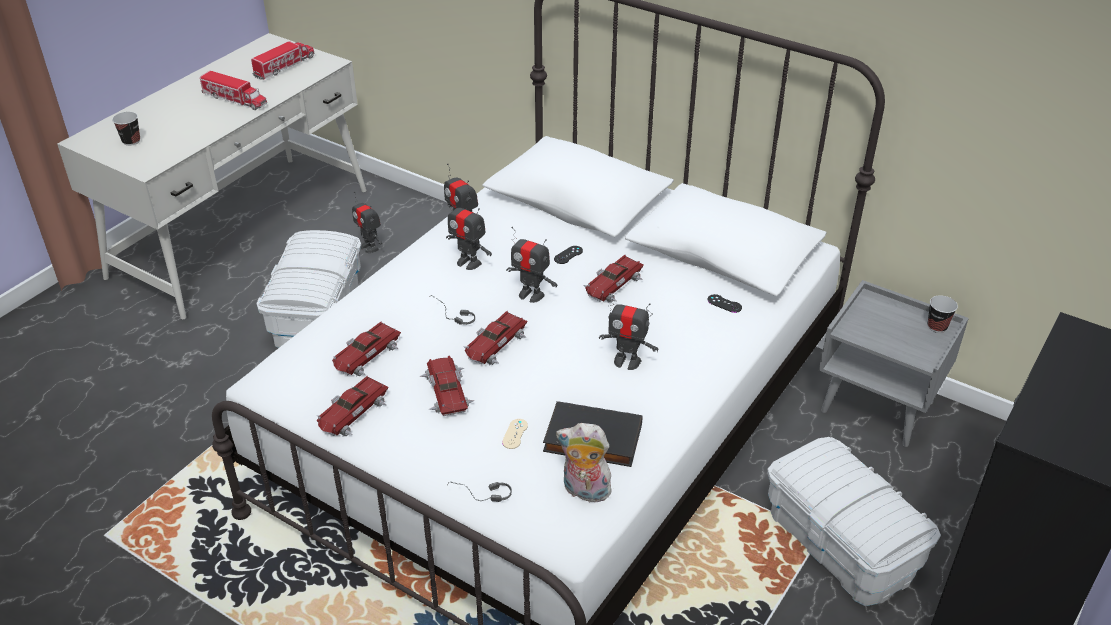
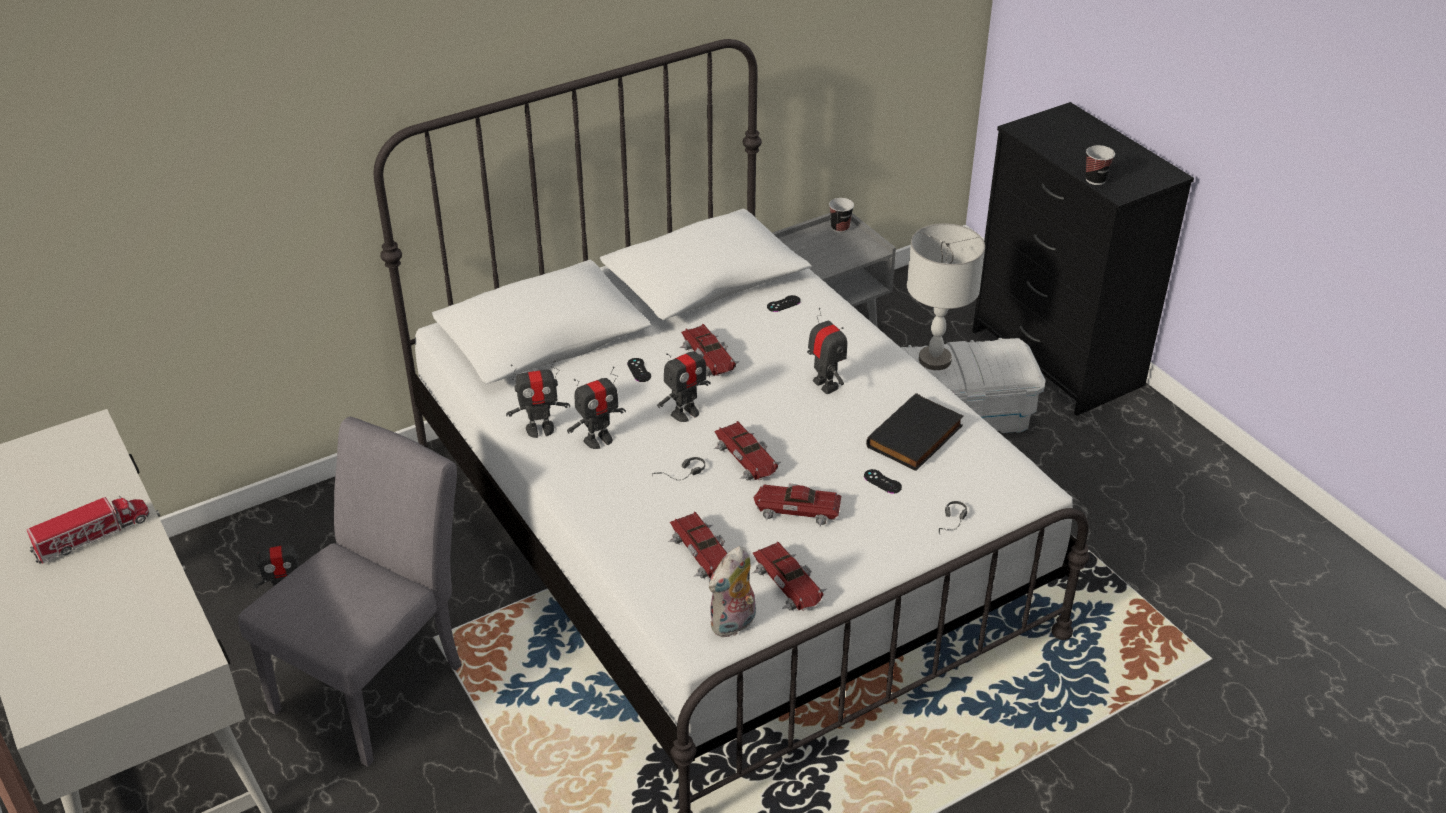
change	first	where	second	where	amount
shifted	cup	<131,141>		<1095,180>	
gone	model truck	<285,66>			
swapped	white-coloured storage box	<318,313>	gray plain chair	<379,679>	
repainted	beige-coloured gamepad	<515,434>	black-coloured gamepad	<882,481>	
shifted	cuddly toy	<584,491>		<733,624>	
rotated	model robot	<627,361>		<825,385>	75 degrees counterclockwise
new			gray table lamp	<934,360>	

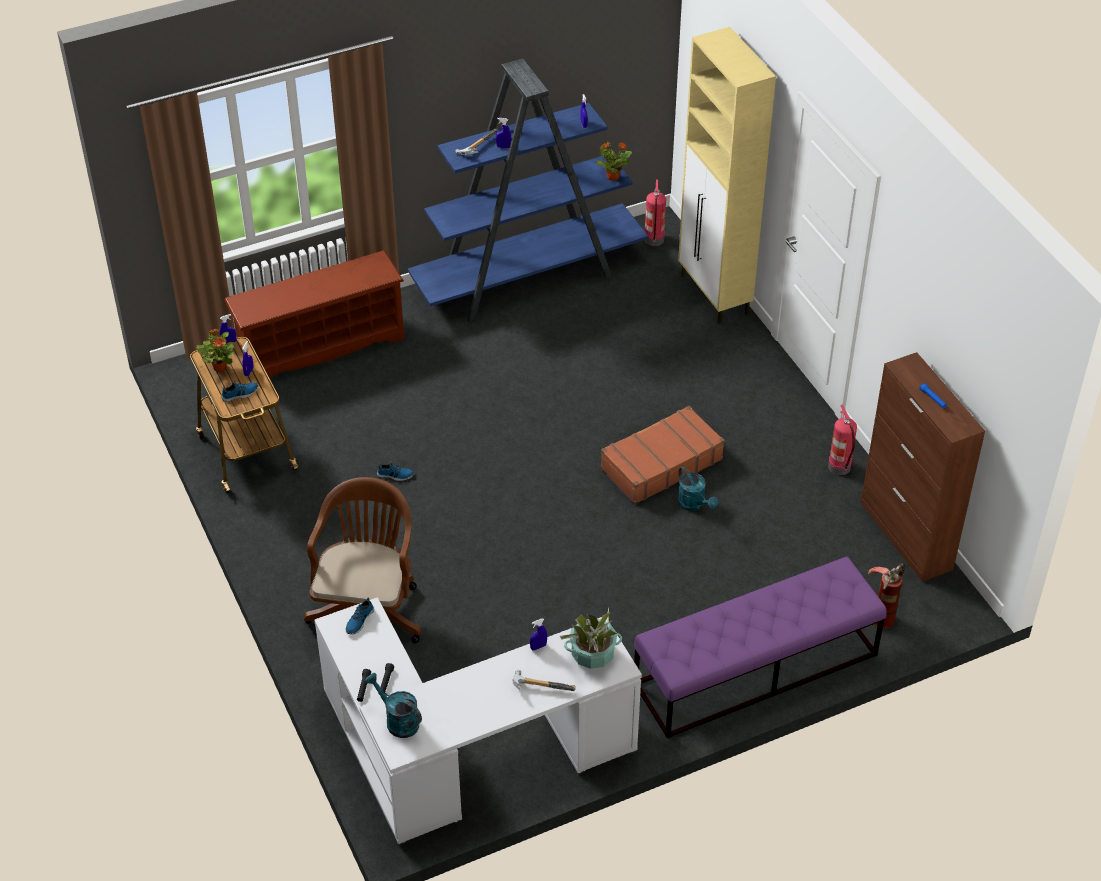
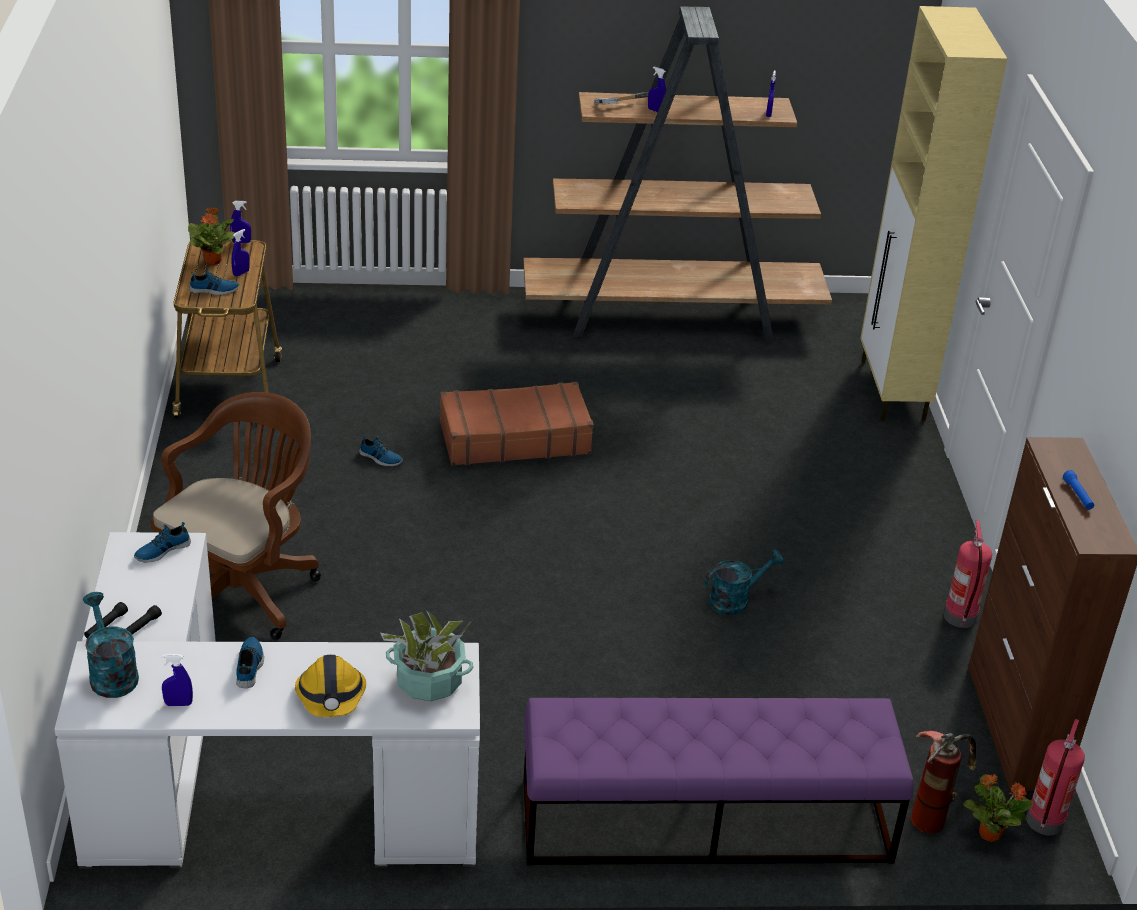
change	first	where	second	where	amount
gone	brownish shoe rack	<321,347>			
repainted	bluish bookshelf	<529,277>	brownish bookshelf	<673,316>	
swapped	hand hammer	<541,685>	safety helmet	<331,696>	
shifted	bluish spray bottle	<538,647>		<178,704>	
shifted	houseplant	<612,177>		<989,833>	
shifted	brownish piece of luggage	<660,464>		<514,438>	
shifted	extinguisher	<654,240>		<1045,822>	
rotated	turquoise watering can	<694,505>		<735,600>	105 degrees counterclockwise
new			low shoe	<250,666>	

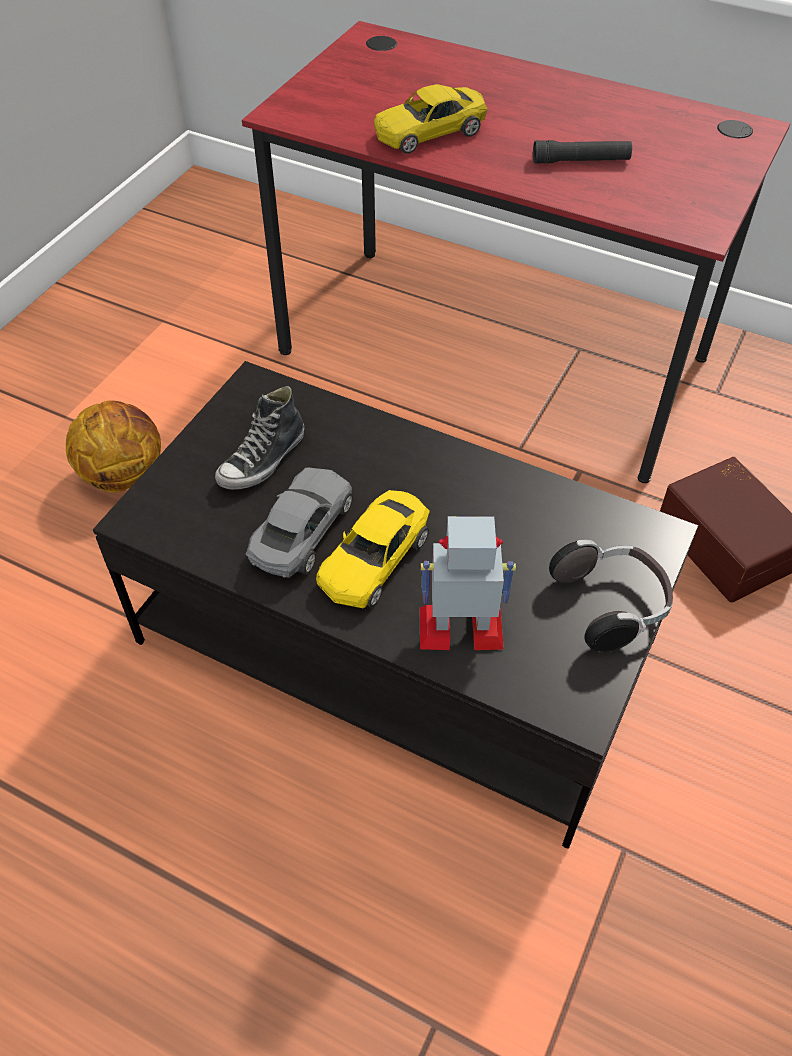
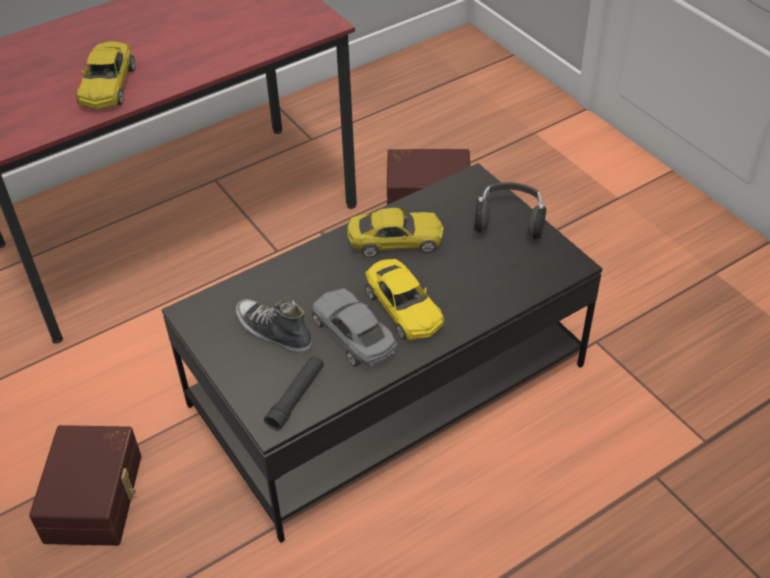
change	first	where	second	where	amount
swapped	basketball	<124,474>	brownish storage box	<96,497>	
rotated	low shoe	<263,460>		<273,332>	150 degrees clockwise
gone	model robot	<462,627>			
shifted	black-coloured torch	<581,161>		<296,397>	
new			yellowish miniature car	<395,240>	

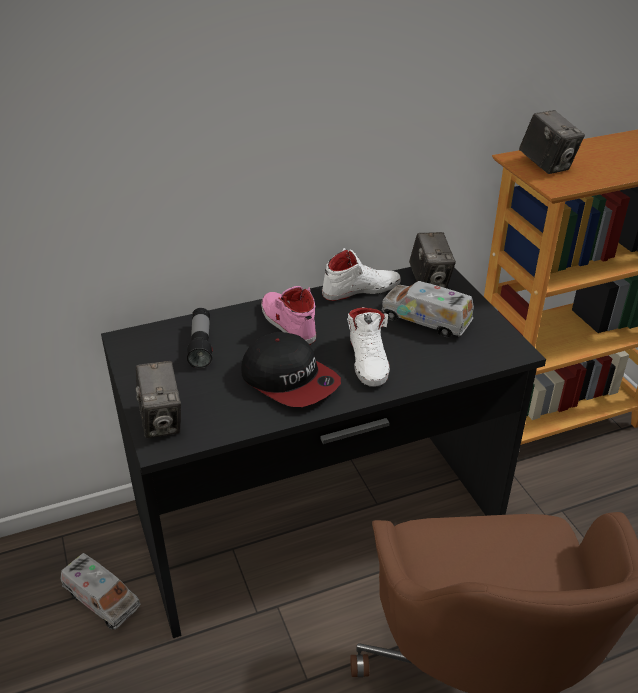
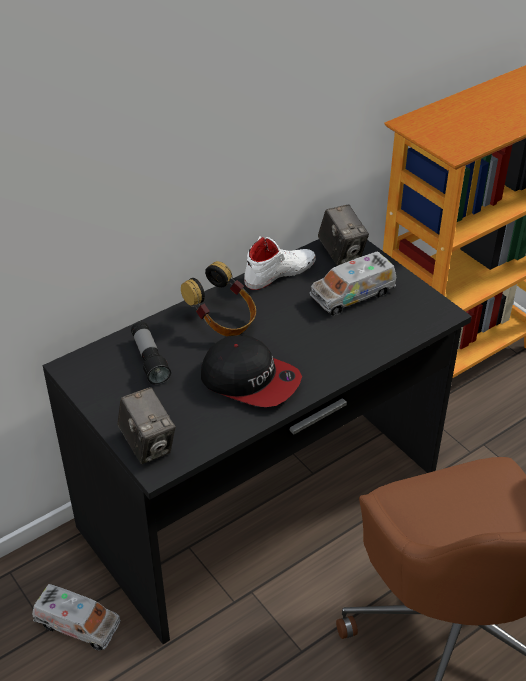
change	first	where	second	where	amount
swapped	pinkish low shoe	<287,323>	pair of headphones	<223,321>	
gone	white-coloured low shoe	<368,360>			
rotated	model truck	<426,320>		<352,295>	45 degrees counterclockwise
gone	still camera	<546,166>			

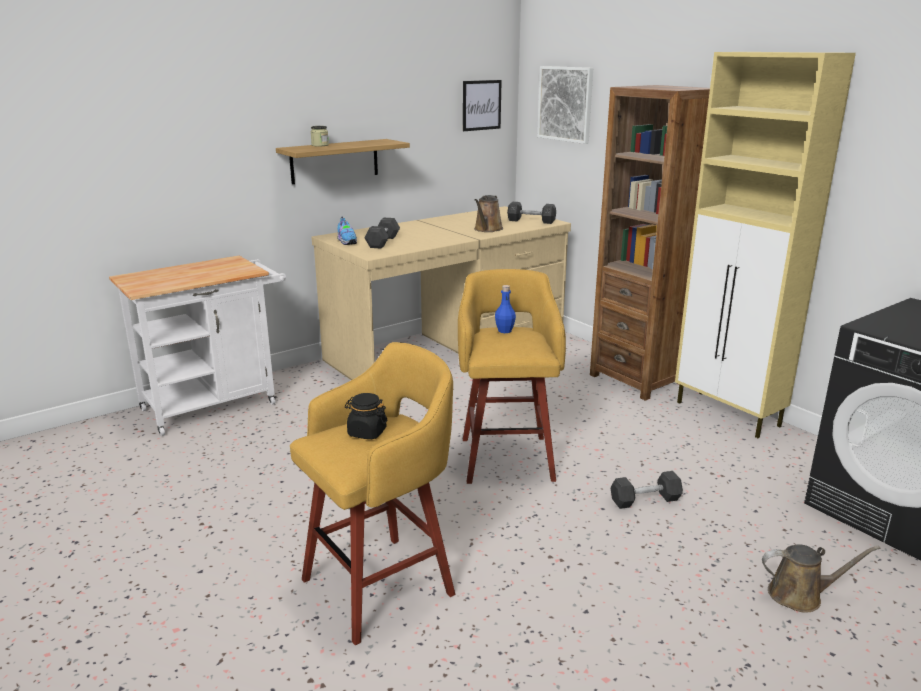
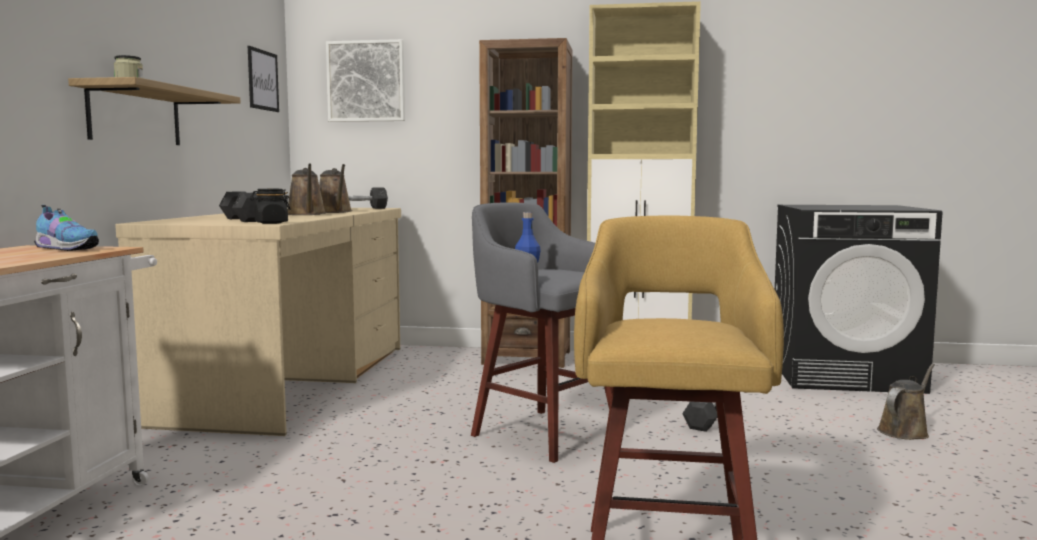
change	first	where	second	where	amount
shifted	low shoe	<347,242>		<67,249>	
shifted	black-coloured preserve jar	<366,432>		<271,223>	
repainted	yellowish sitting stool	<507,457>	gray sitting stool	<543,433>	
new			brownish watering can	<307,214>	

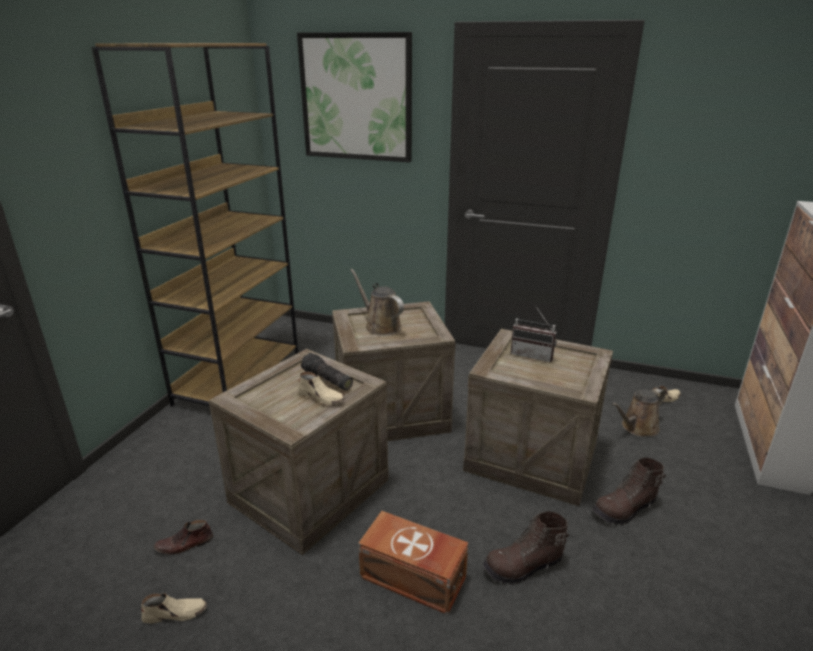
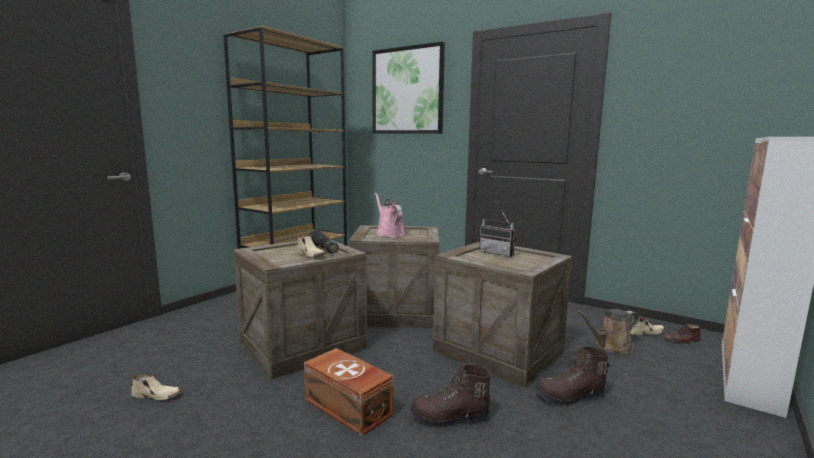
change	first	where	second	where	amount
shifted	brownish low shoe	<184,545>		<682,340>	
repainted	brownish watering can	<380,326>	pinkish watering can	<389,233>	

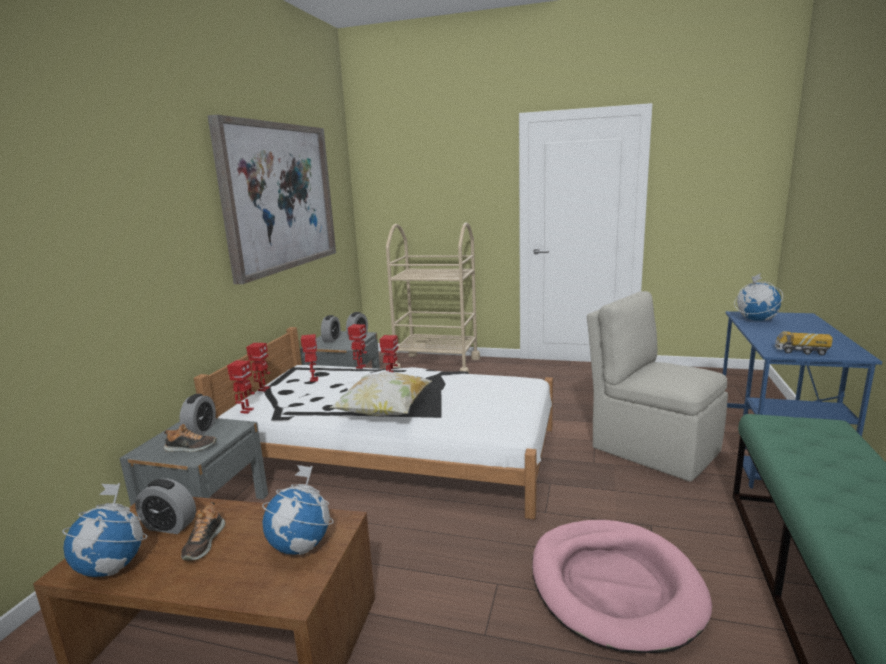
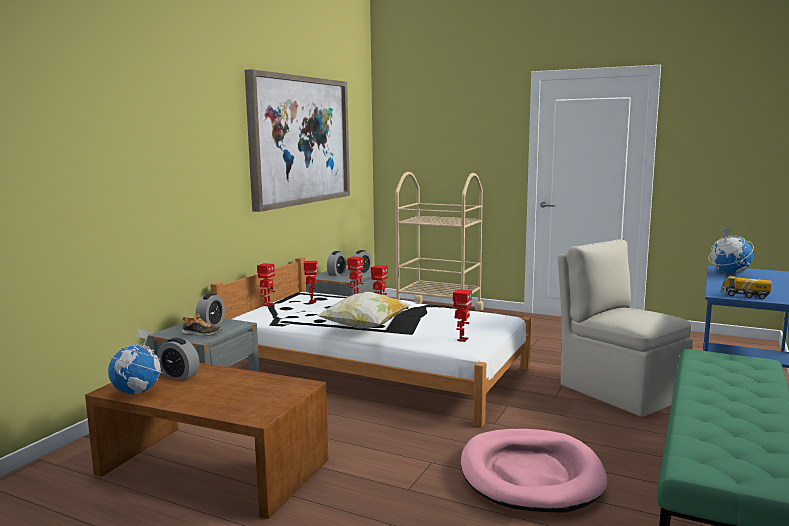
change	first	where	second	where	amount
gone	low shoe	<203,543>			
shifted	model robot	<246,411>		<462,339>	
gone	desk globe	<301,546>			

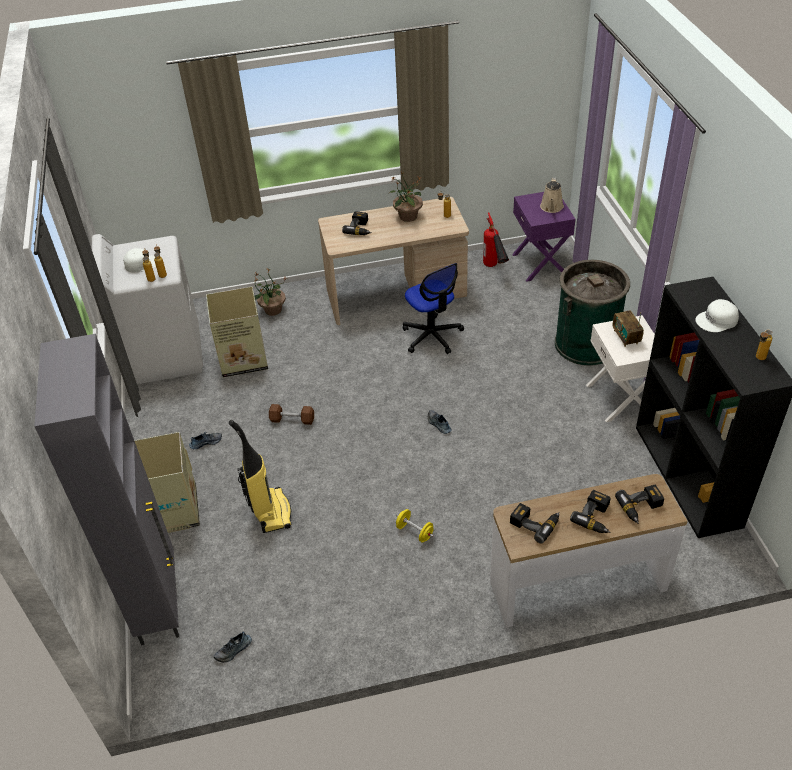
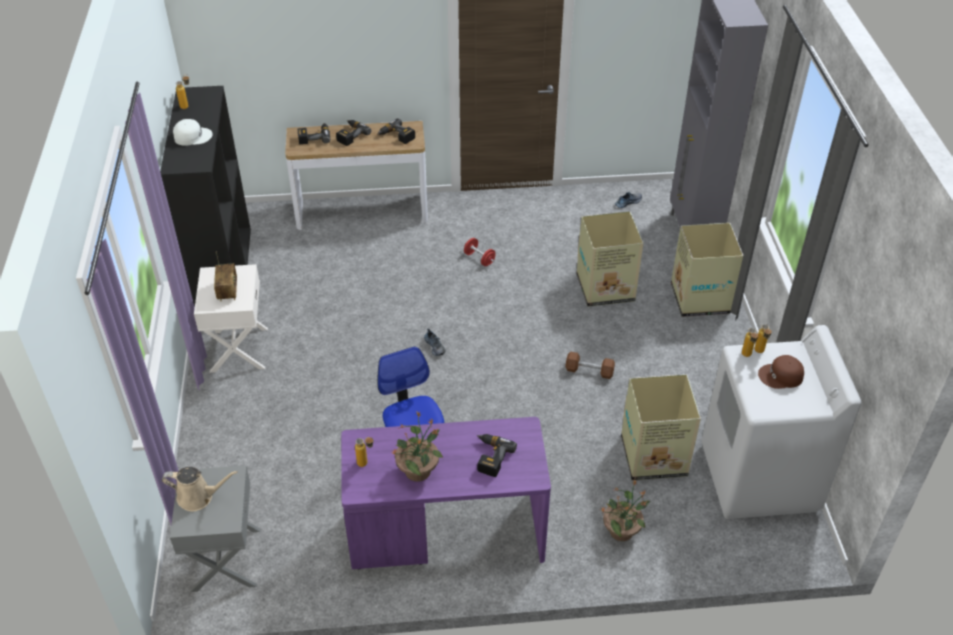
change	first	where	second	where	amount
repainted	white-coloured baseball cap	<141,263>	brownish baseball cap	<781,376>	
gone	low shoe	<206,442>			
swapped	vacuum cleaner	<271,511>	cardboard box	<606,288>	
repainted	beige-coloured desk unit	<396,294>	purplish desk unit	<446,533>	
repainted	yellowish free weight	<415,532>	red free weight	<479,259>	
gone	extinguisher	<494,270>			
repainted	purplish bedside table	<540,264>	gray bedside table	<224,559>	
rotated	beige-coloured watering can	<551,208>		<199,497>	75 degrees clockwise
gone	green-coloured rubbish bin	<586,344>			

